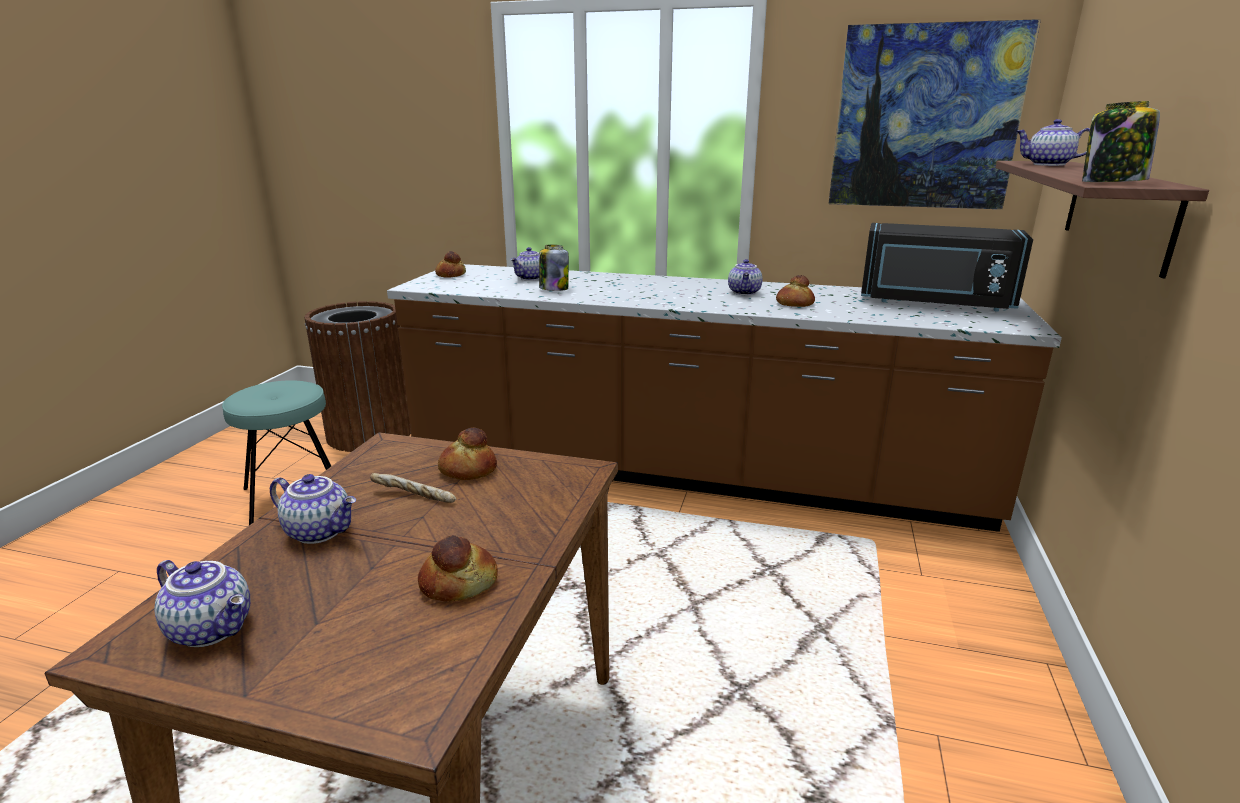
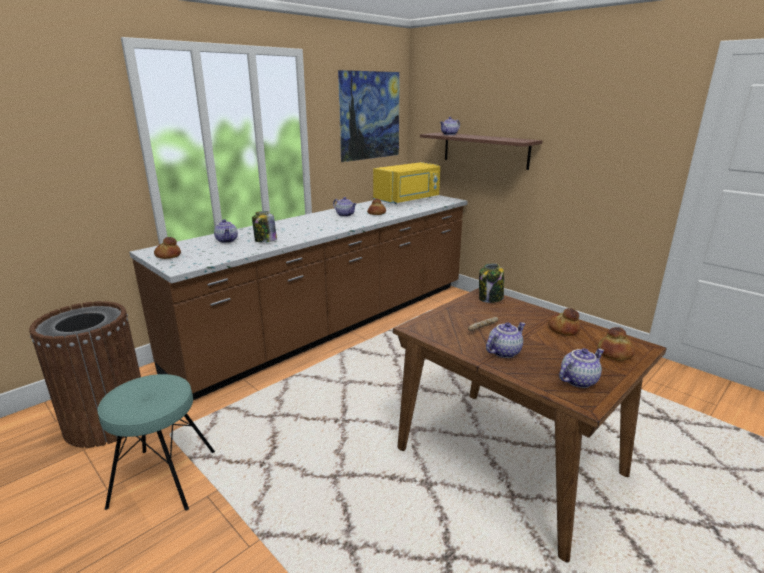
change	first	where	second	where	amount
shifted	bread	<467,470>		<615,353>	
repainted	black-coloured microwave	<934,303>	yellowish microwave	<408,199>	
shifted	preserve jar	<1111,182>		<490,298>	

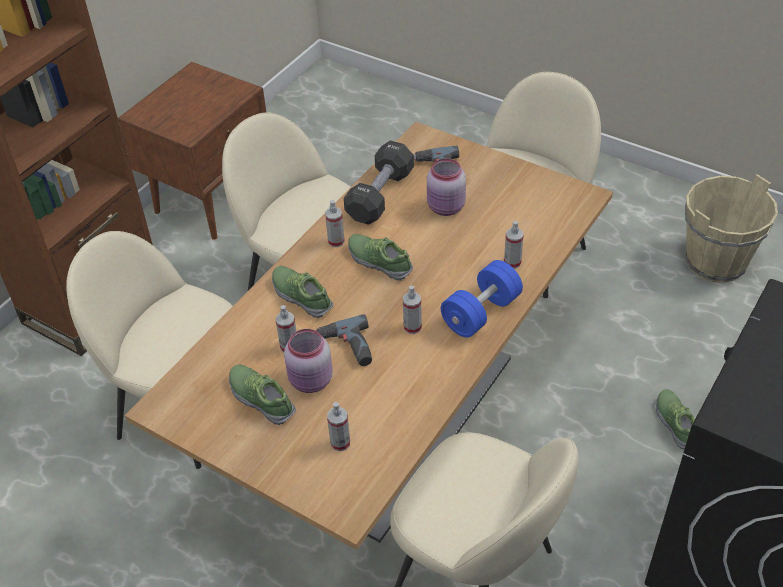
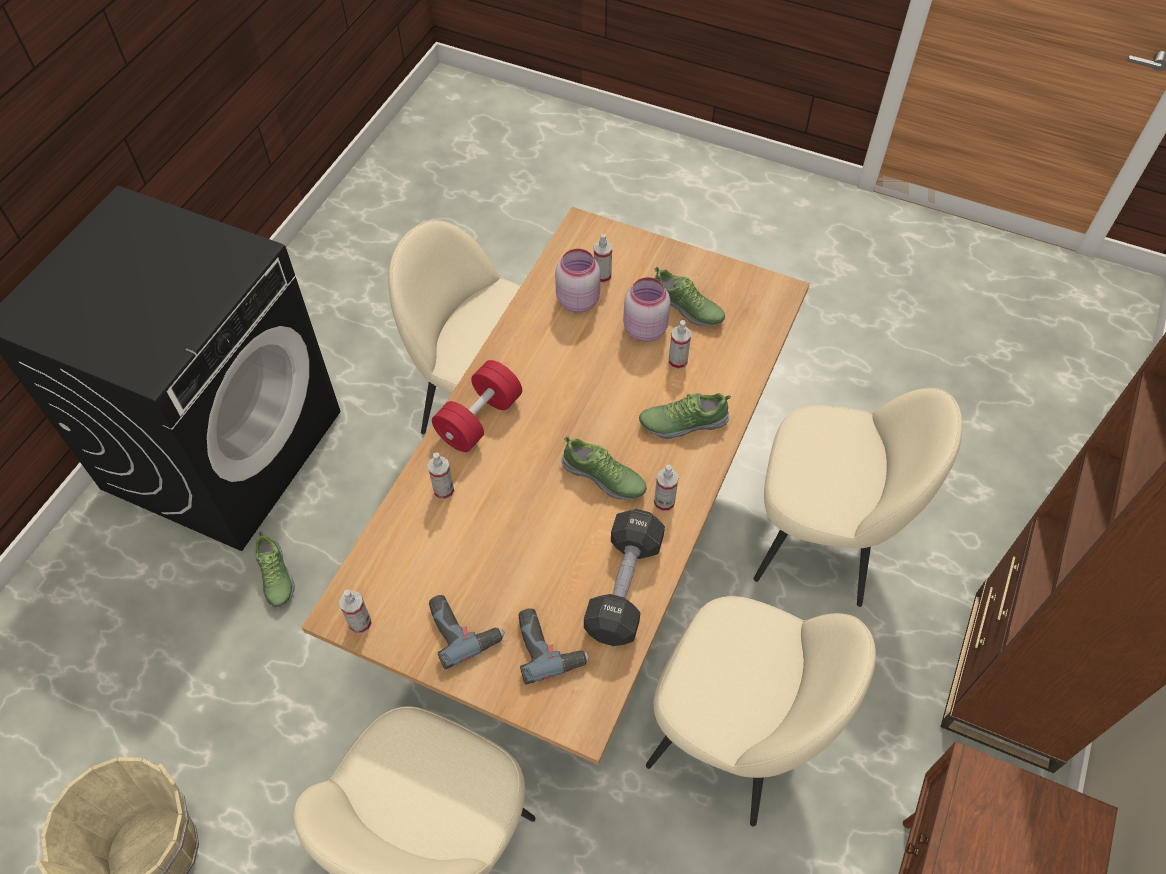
change	first	where	second	where	amount
rotated	low shoe	<302,296>		<683,422>	135 degrees clockwise
shifted	drill	<347,348>		<463,628>	
shifted	spray bottle	<412,327>		<360,623>	
shifted	pinkish preserve jar	<446,208>		<577,299>	
repainted	bluish free weight	<481,313>	red free weight	<479,419>	

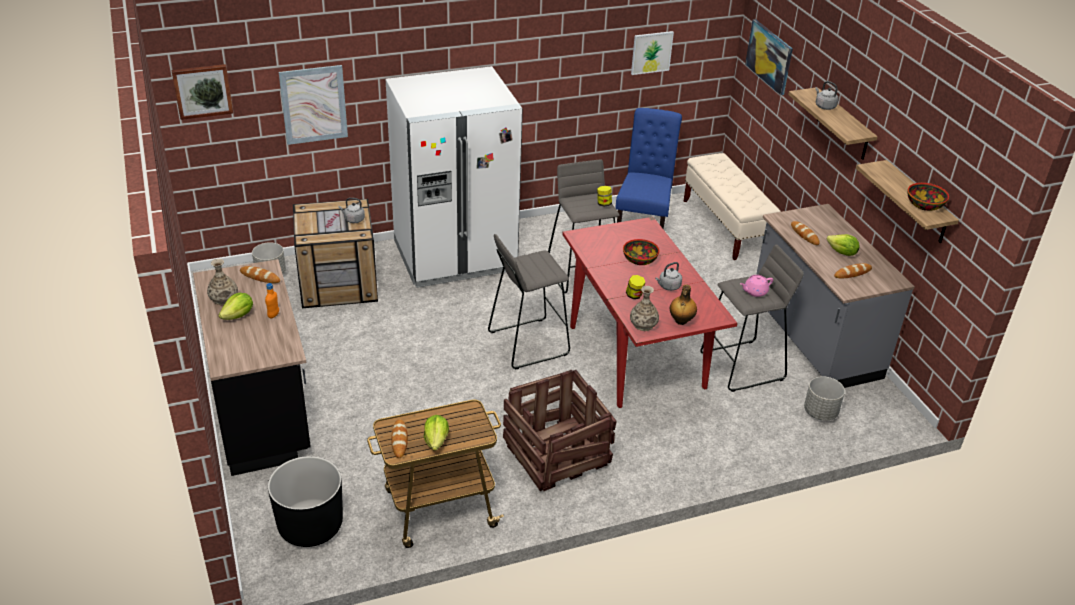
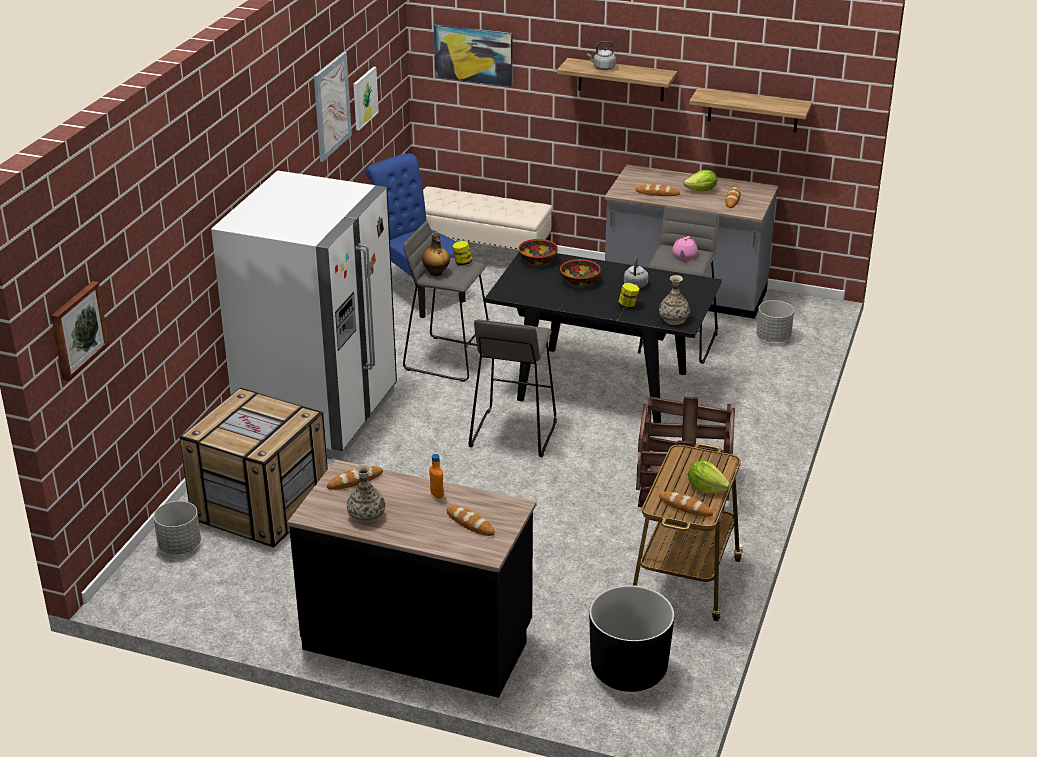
change	first	where	second	where	amount
gone	lettuce head	<238,316>			
shifted	wall art	<314,104>		<332,106>	
gone	gray kettle	<353,219>			
repainted	red dinner table	<635,355>	black-coloured dinner table	<600,386>	
shifted	bottle	<681,321>		<436,273>	
shifted	bowl	<924,205>		<538,261>	
new			bread	<470,523>	

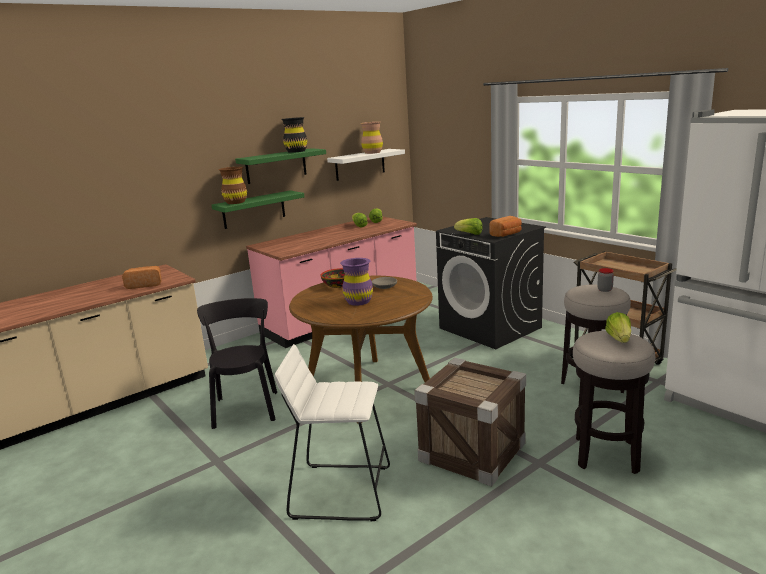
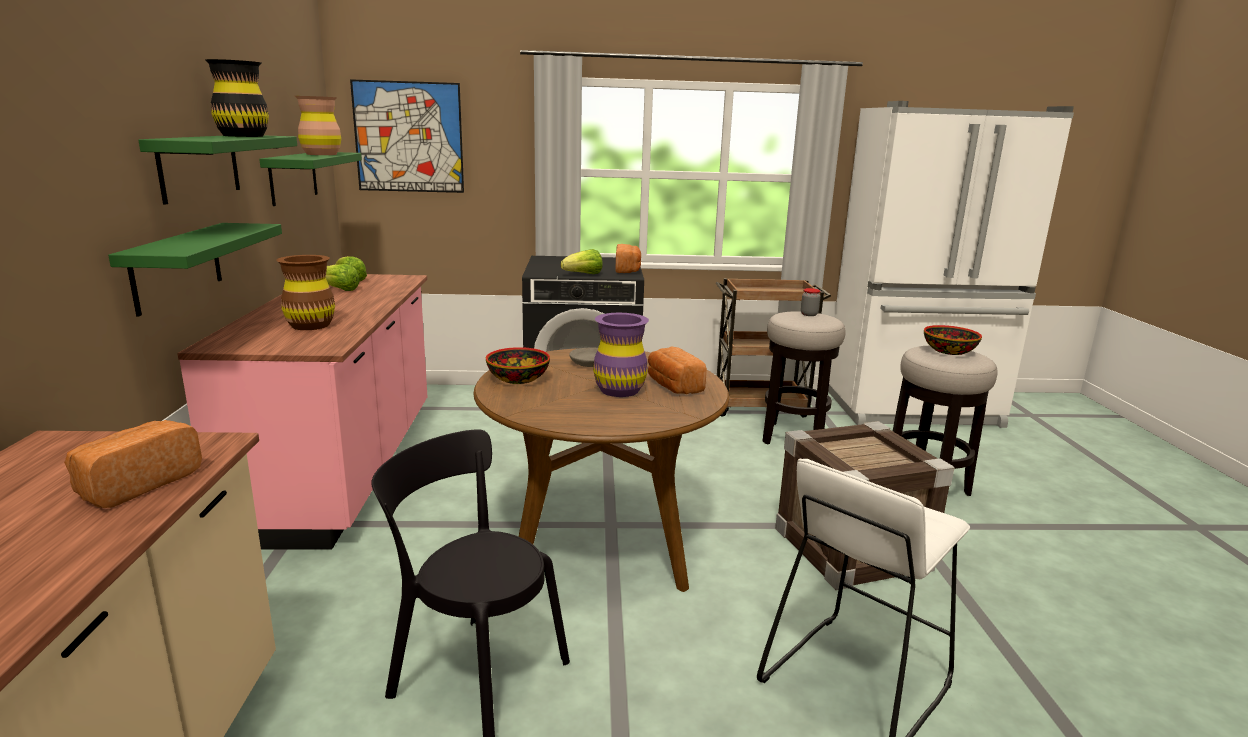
change	first	where	second	where	amount
shifted	brownish flower vase	<235,202>		<310,325>	
repainted	white-coloured wall shelf	<360,164>	green-coloured wall shelf	<293,177>	
swapped	lettuce head	<619,339>	bowl	<948,351>	
new			wall art	<408,137>	
new			bread	<673,386>	

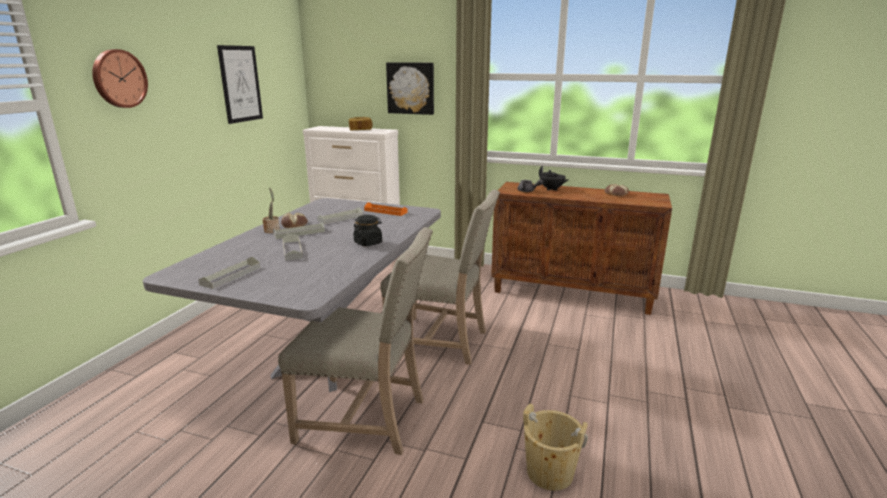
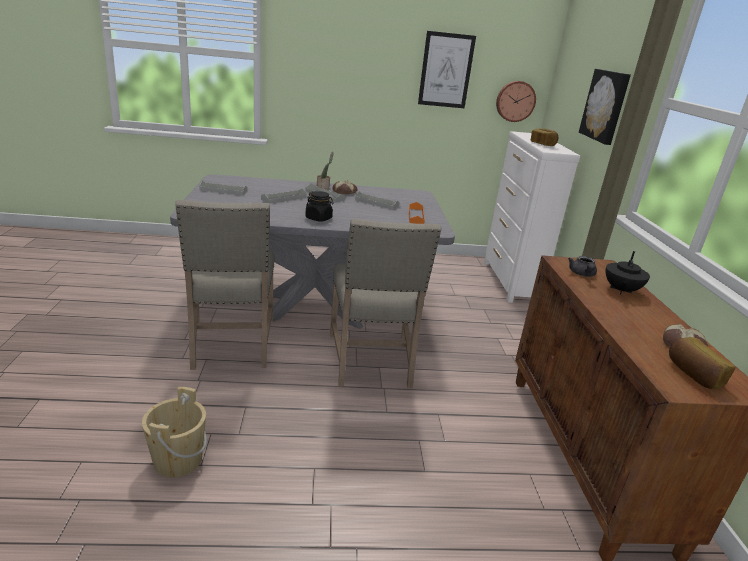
change	first	where	second	where	amount
shifted	hanging clock	<118,79>		<515,101>	
new			bread	<693,374>	

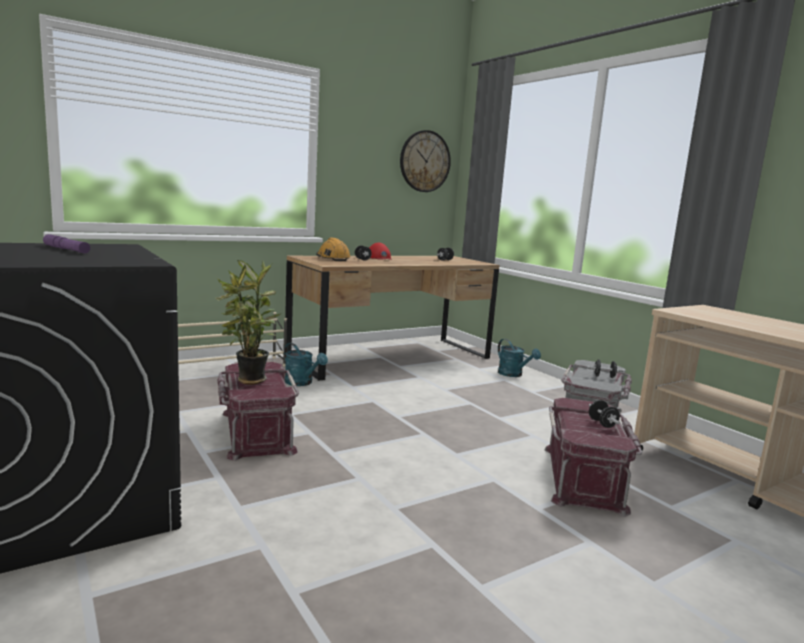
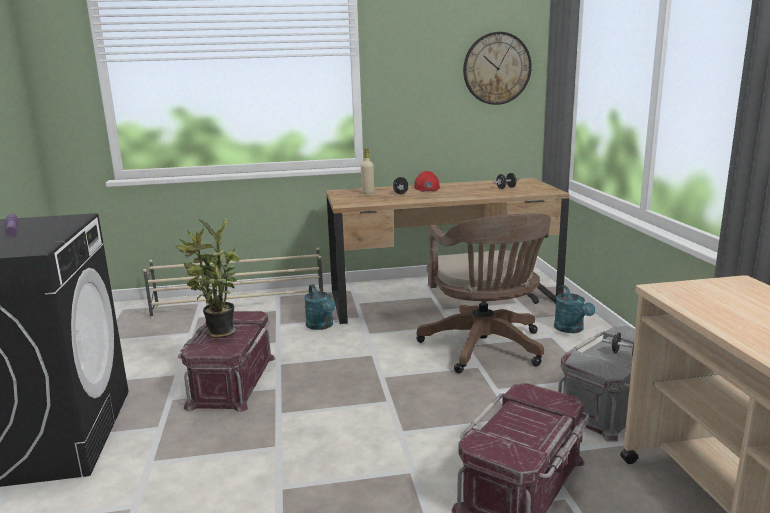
change	first	where	second	where	amount
swapped	orange safety helmet	<332,258>	beige-coloured bottle	<368,193>	
gone	black-coloured free weight	<602,423>			
new			brownish computer chair	<485,349>	

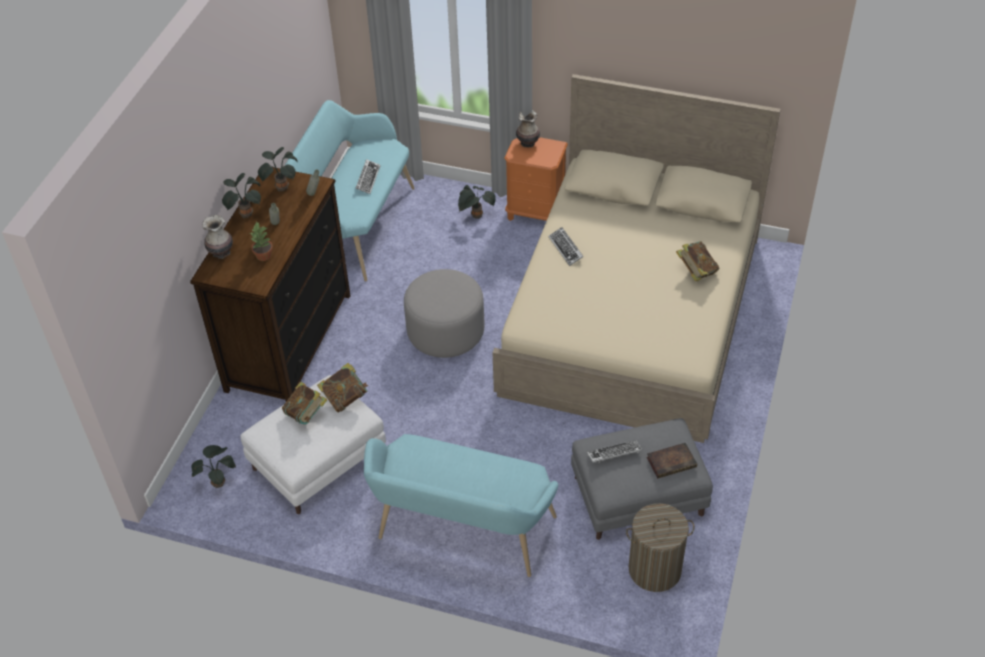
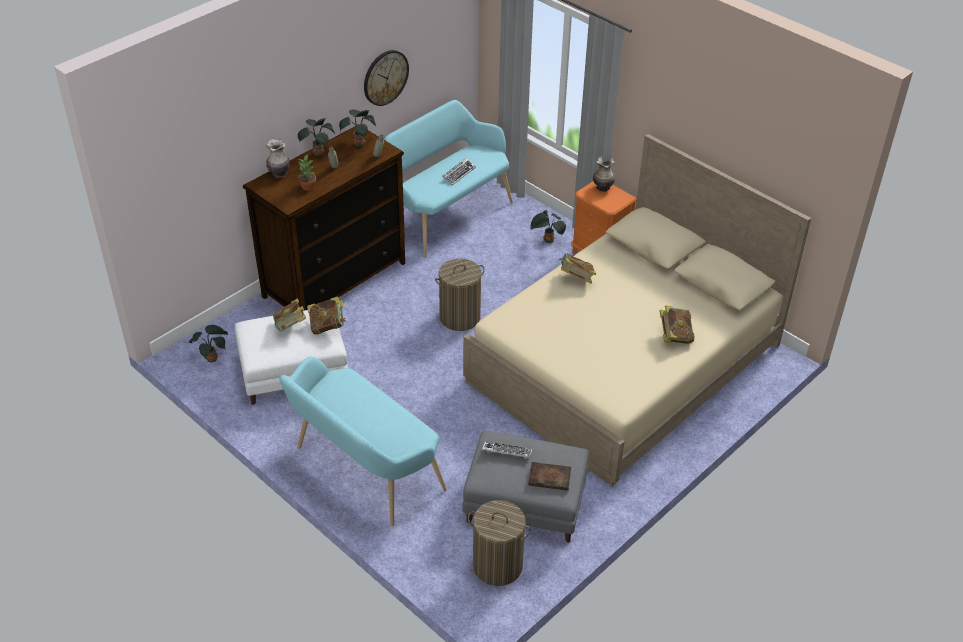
change	first	where	second	where	amount
swapped	gray pouffe	<445,331>	hamper	<460,317>	
swapped	keyboard	<566,248>	book	<576,278>	
new			hanging clock	<385,77>	

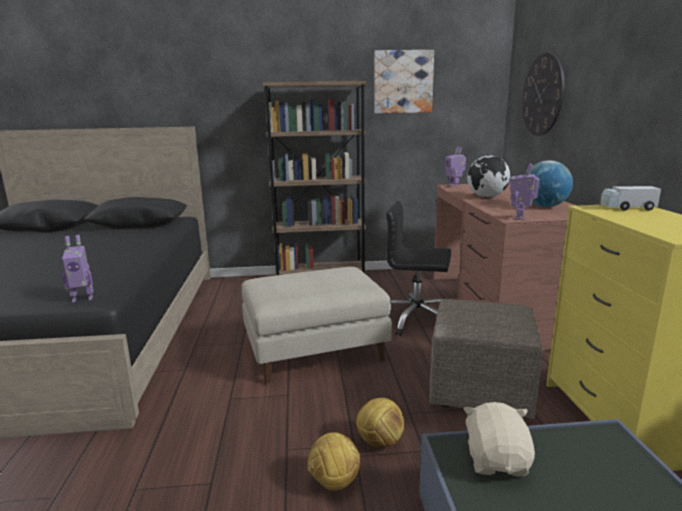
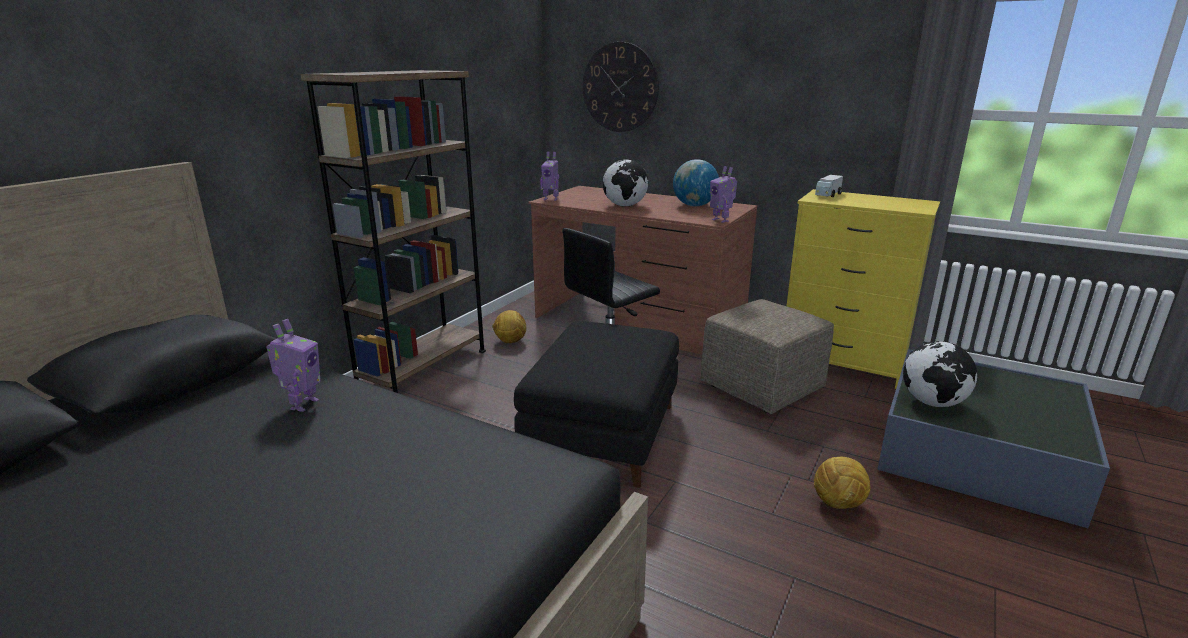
change	first	where	second	where	amount
shifted	model robot	<83,298>		<303,404>	
repainted	beige-coloured pouffe	<315,350>	black-coloured pouffe	<602,434>	
shifted	football ball	<379,442>		<510,342>	
gone	wall art	<403,82>			
swapped	beige-coloured cuddly toy	<497,460>	desk globe	<933,403>	

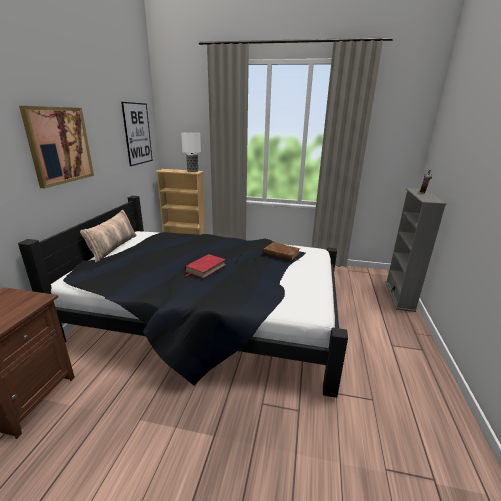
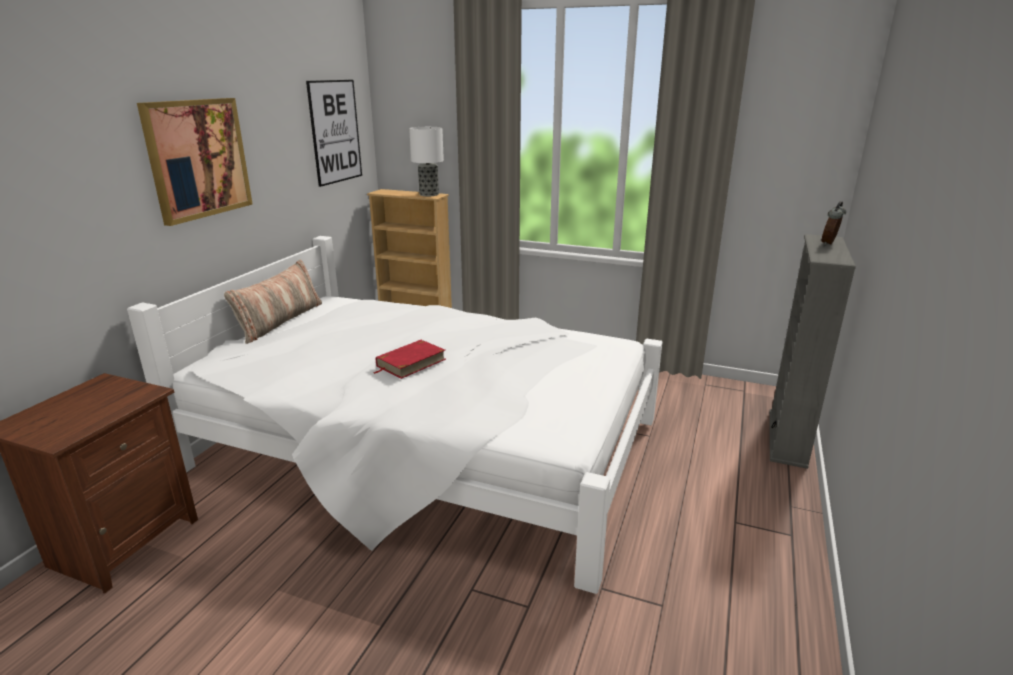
change	first	where	second	where	amount
repainted	black-coloured sleeping bed	<211,318>	white-coloured sleeping bed	<428,450>	
gone	brownish book	<281,253>			

